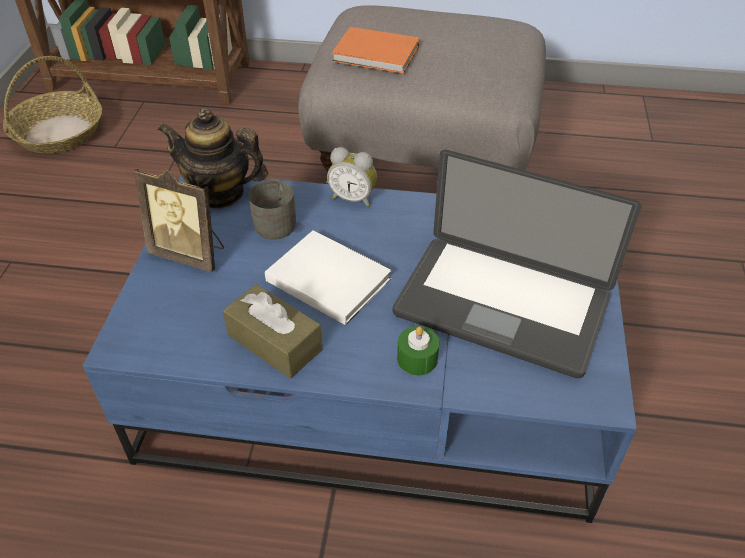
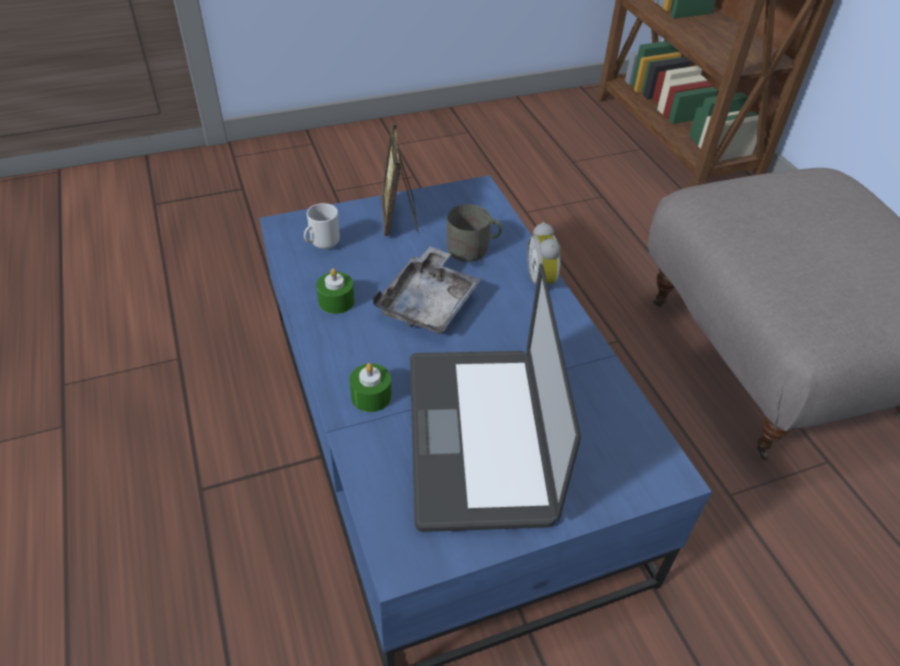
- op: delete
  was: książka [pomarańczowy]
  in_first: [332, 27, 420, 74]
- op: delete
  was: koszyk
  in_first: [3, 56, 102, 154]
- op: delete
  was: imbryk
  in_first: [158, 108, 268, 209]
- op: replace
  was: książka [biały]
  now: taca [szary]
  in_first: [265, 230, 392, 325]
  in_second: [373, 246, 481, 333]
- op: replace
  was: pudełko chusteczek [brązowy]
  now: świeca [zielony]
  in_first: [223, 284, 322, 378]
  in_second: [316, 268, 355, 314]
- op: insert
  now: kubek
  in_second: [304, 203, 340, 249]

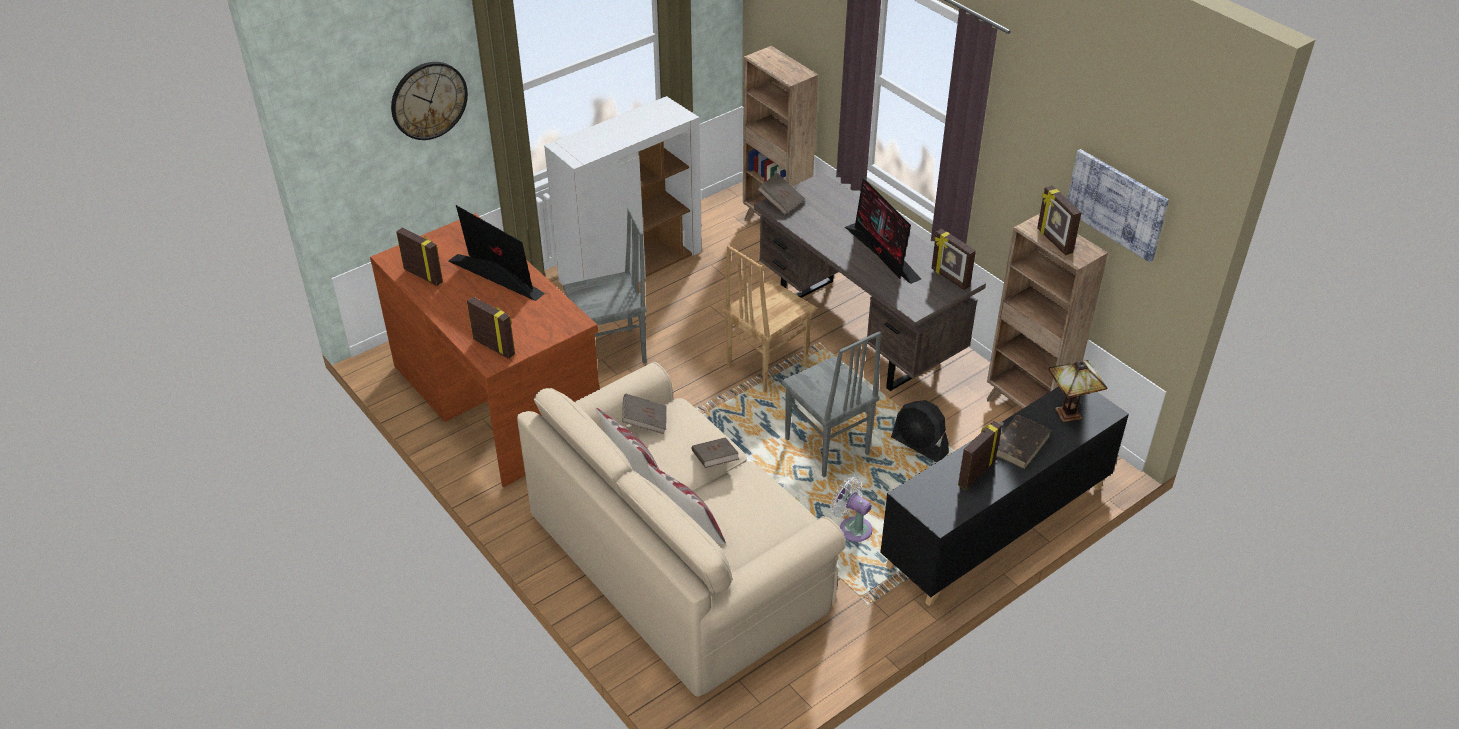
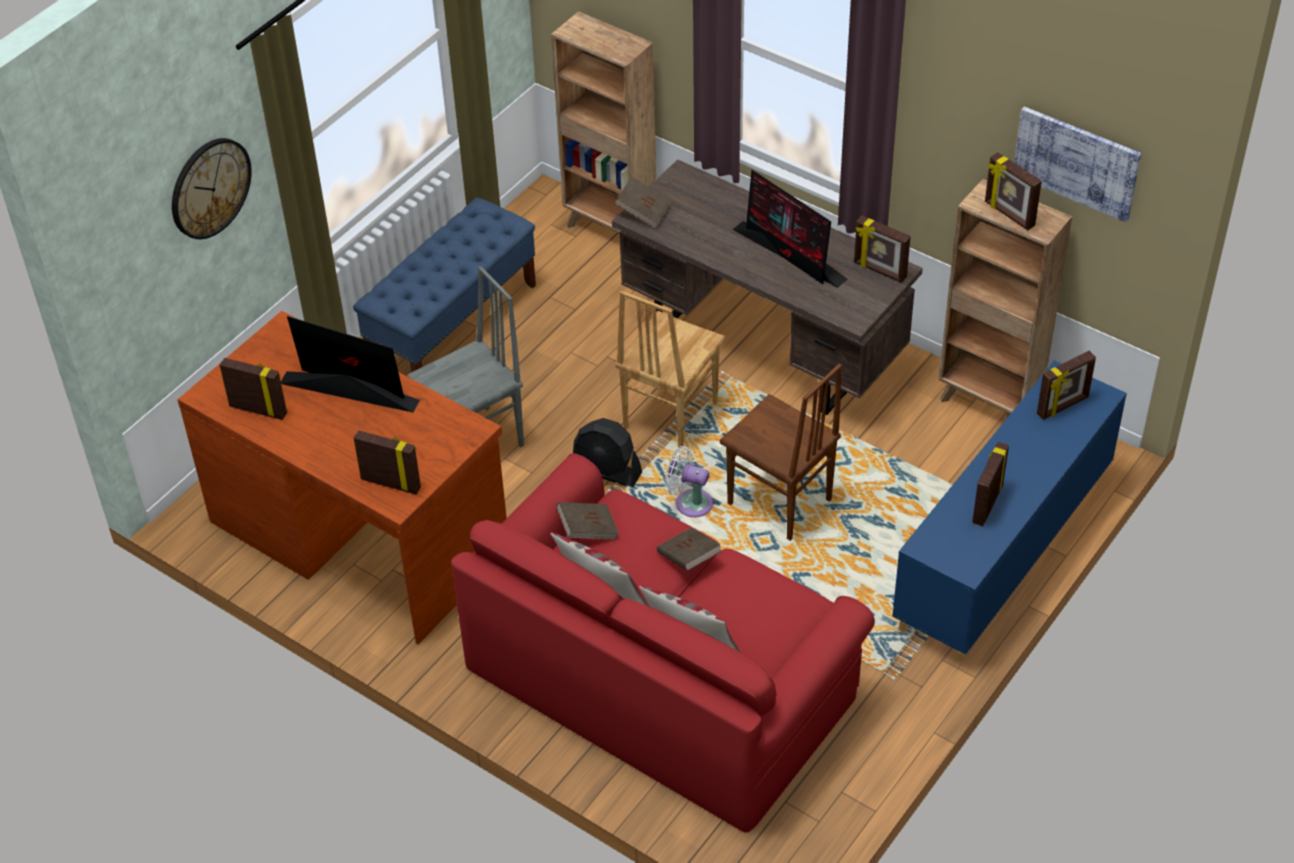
- op: replace
  was: szafka [biały]
  now: ławka [niebieski]
  in_first: [544, 96, 702, 285]
  in_second: [353, 197, 536, 373]
- op: recolor
  was: krzesło [szary]
  now: krzesło [brązowy]
  in_first: [781, 331, 881, 477]
  in_second: [720, 364, 842, 541]
- op: replace
  was: lampa stołowa
  now: ramka na zdjęcie
  in_first: [1048, 360, 1108, 423]
  in_second: [1037, 351, 1096, 420]
- op: recolor
  was: kanapa [beżowy]
  now: kanapa [czerwony]
  in_first: [517, 362, 846, 697]
  in_second: [451, 453, 875, 833]
- op: recolor
  was: szafka [czarny]
  now: szafka [niebieski]
  in_first: [880, 386, 1129, 606]
  in_second: [892, 360, 1127, 664]
- op: move
  was: wentylator [czarny]
  in_first: [891, 400, 949, 462]
  in_second: [573, 418, 642, 487]
- op: delete
  was: książka [brązowy]
  in_first: [996, 415, 1051, 469]
- op: move
  was: wentylator [biały]
  in_first: [831, 477, 872, 542]
  in_second: [664, 446, 713, 517]

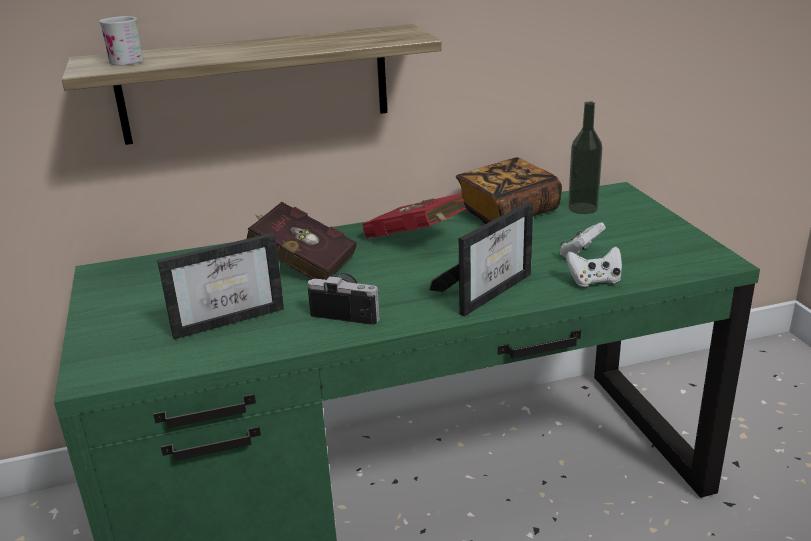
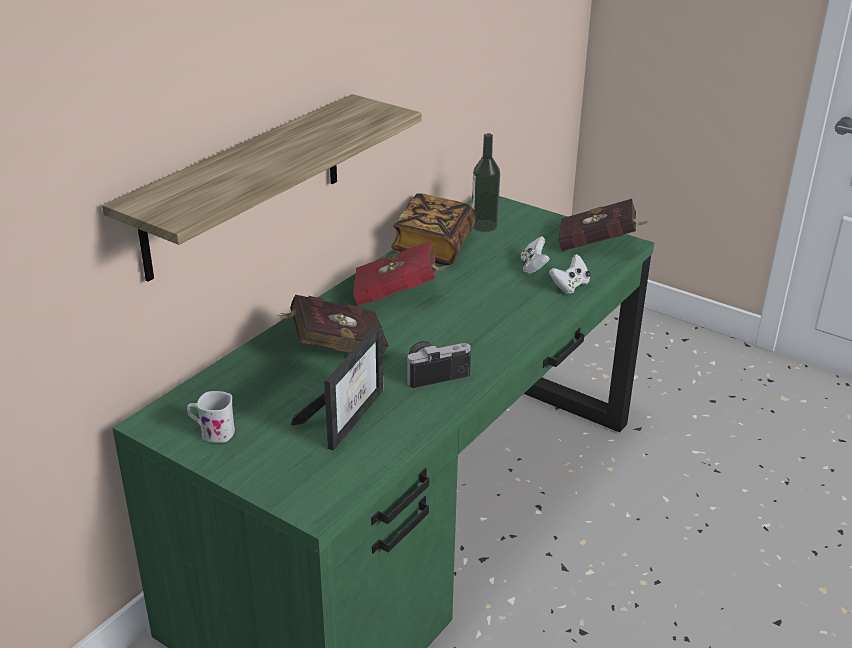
- op: move
  was: kubek [biały]
  in_first: [99, 16, 144, 66]
  in_second: [187, 391, 235, 443]
- op: delete
  was: ramka na zdjęcie
  in_first: [429, 202, 533, 316]
- op: insert
  now: książka [czerwony]
  in_second: [558, 199, 649, 251]

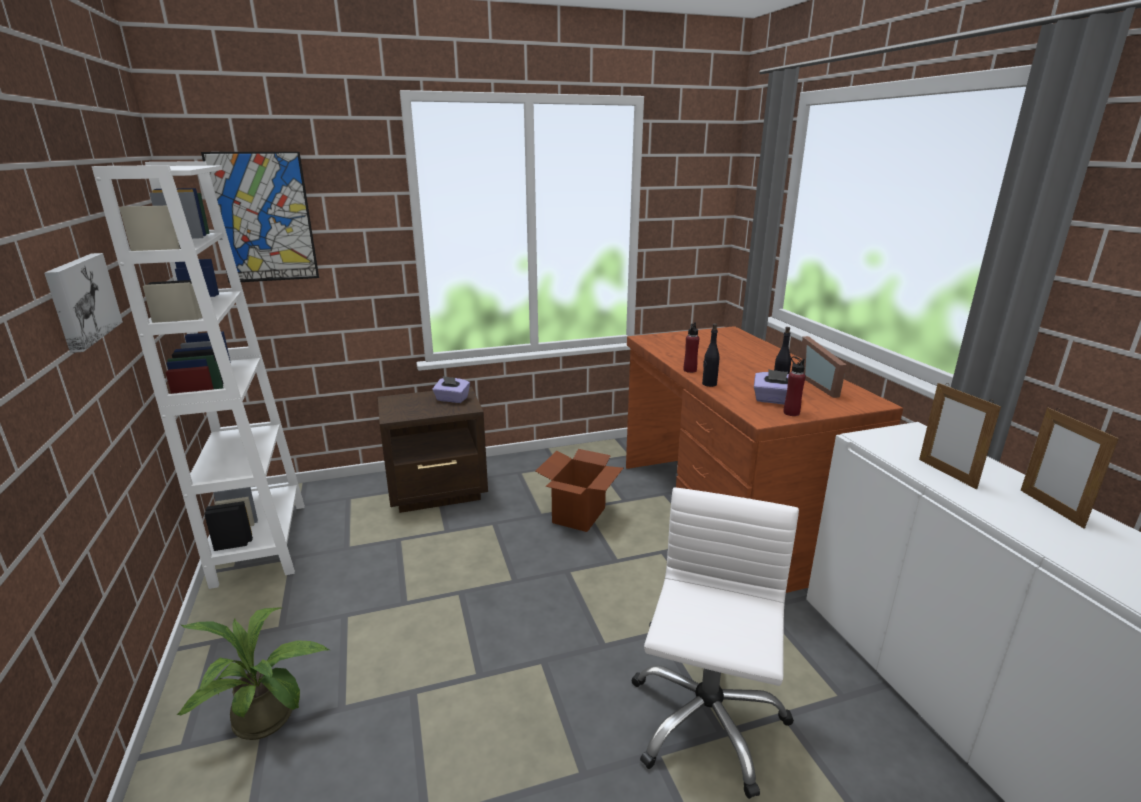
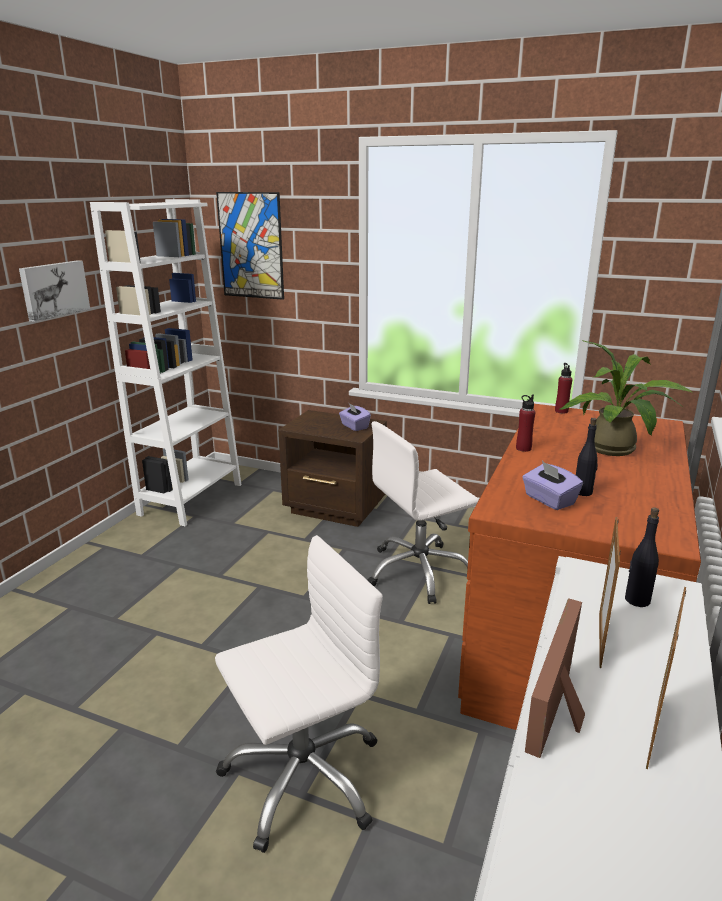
- op: move
  was: butelka [czarny]
  in_first: [702, 324, 720, 387]
  in_second: [625, 507, 659, 607]
- op: move
  was: ramka na zdjęcie
  in_first: [802, 336, 847, 398]
  in_second: [525, 598, 585, 758]
- op: move
  was: butelka [czerwony]
  in_first: [783, 356, 806, 416]
  in_second: [555, 363, 573, 414]
- op: replace
  was: karton
  now: krzesło biurowe [biały]
  in_first: [535, 449, 623, 532]
  in_second: [368, 421, 479, 604]
- op: move
  was: roślina doniczkowa
  in_first: [177, 608, 330, 740]
  in_second: [560, 340, 693, 456]

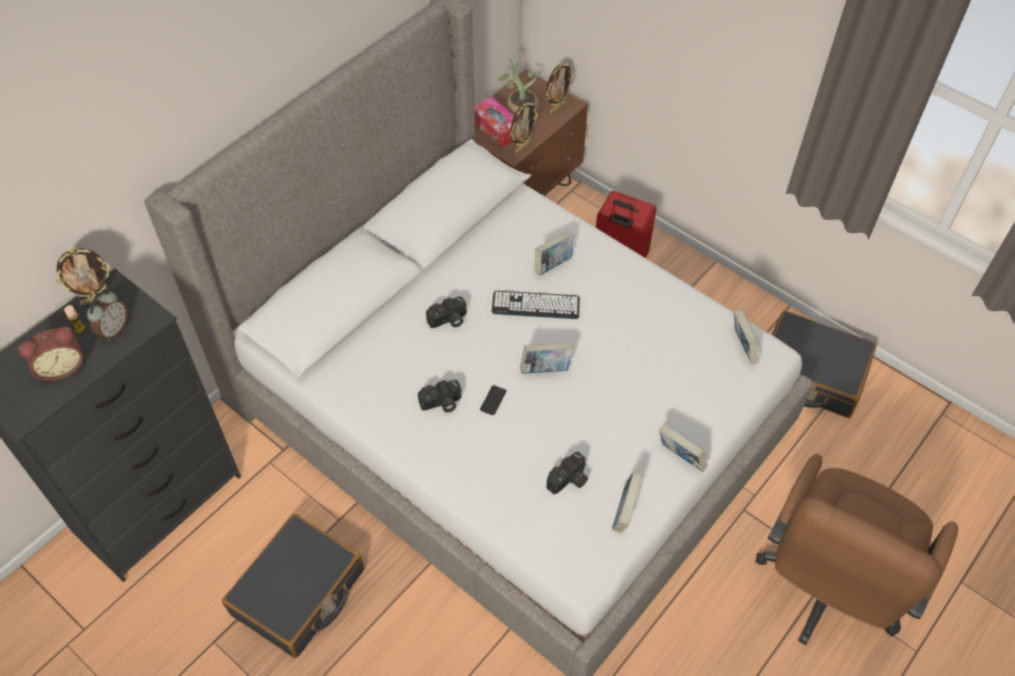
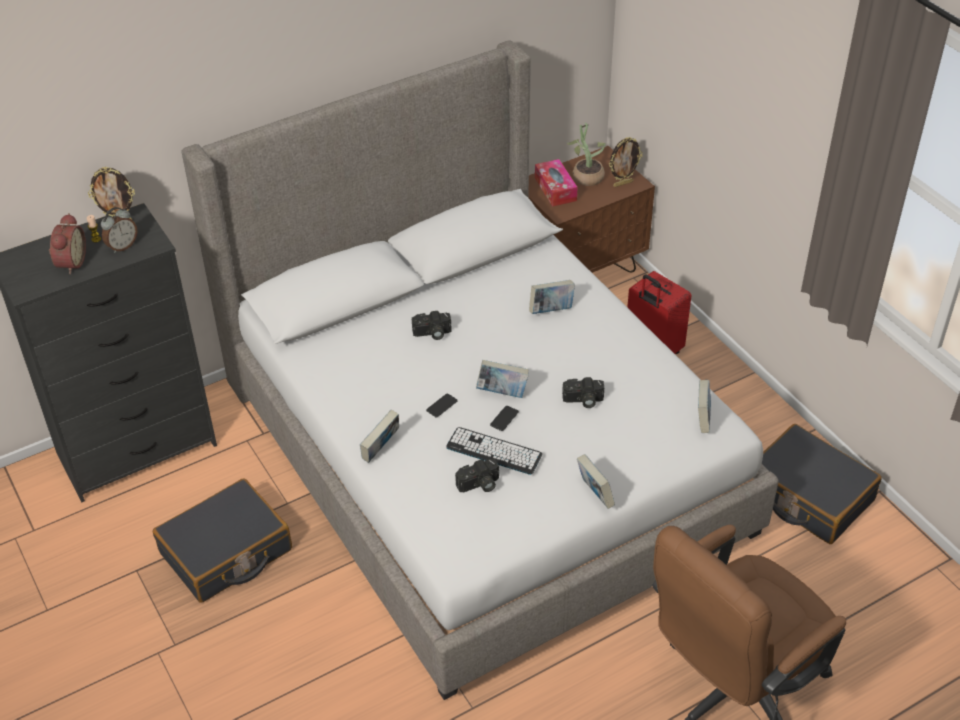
- op: delete
  was: ramka na zdjęcie
  in_first: [510, 102, 538, 153]
- op: move
  was: klawiatura
  in_first: [492, 291, 580, 319]
  in_second: [446, 427, 542, 475]
- op: rotate
  was: budzik
  in_first: [18, 326, 83, 381]
  in_second: [49, 213, 86, 274]
  clockwise: -75
- op: move
  was: aparat fotograficzny
  in_first: [418, 380, 462, 412]
  in_second: [562, 377, 604, 408]
- op: move
  was: książka
  in_first: [612, 473, 643, 533]
  in_second: [360, 410, 399, 463]
- op: insert
  now: telefon
  in_second: [490, 406, 519, 431]

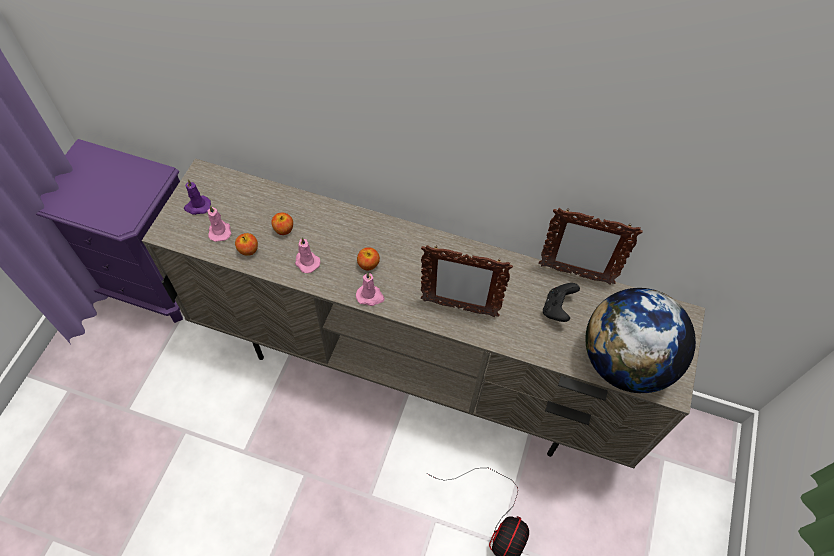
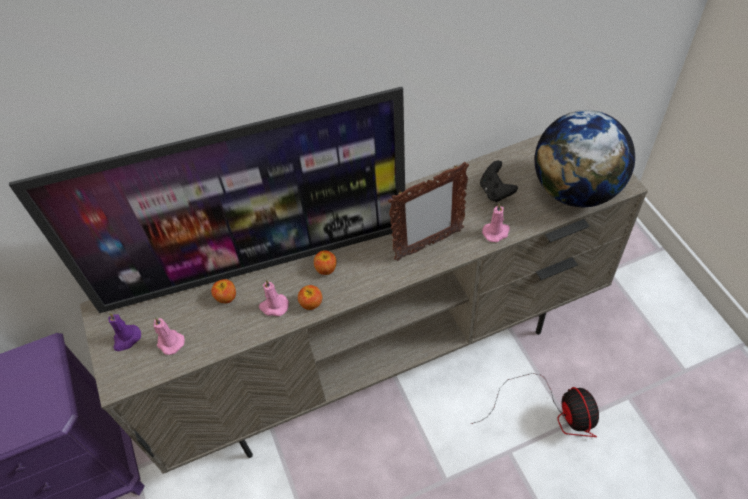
- op: delete
  was: ramka na zdjęcie
  in_first: [539, 208, 643, 285]
- op: move
  was: jabłko
  in_first: [235, 233, 258, 256]
  in_second: [298, 285, 322, 310]
- op: move
  was: świeca [różowy]
  in_first: [356, 272, 385, 306]
  in_second: [482, 203, 510, 242]
- op: insert
  now: telewizor
  in_second: [9, 87, 405, 313]

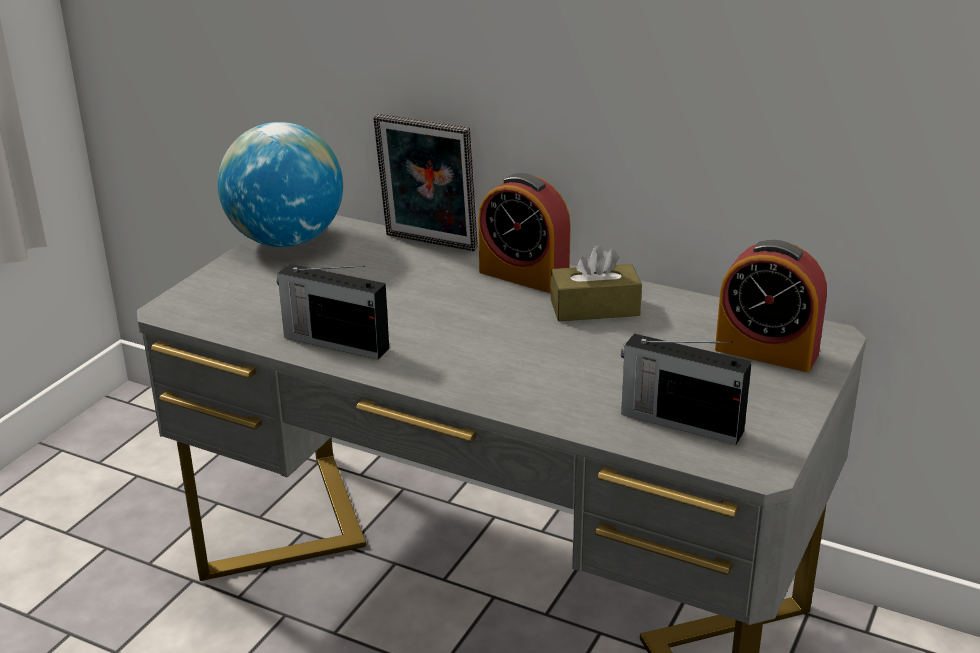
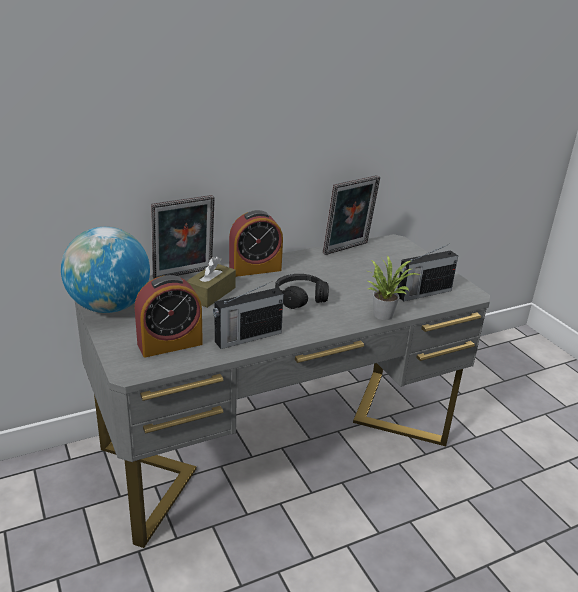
- op: move
  was: budzik
  in_first: [715, 240, 827, 372]
  in_second: [135, 275, 203, 357]
- op: move
  was: pudełko chusteczek [brązowy]
  in_first: [550, 245, 642, 321]
  in_second: [187, 257, 236, 308]
- op: insert
  now: ramka na zdjęcie
  in_second: [323, 175, 380, 255]
- op: insert
  now: roślina doniczkowa
  in_second: [368, 255, 420, 320]
- op: insert
  now: słuchawki [czarny]
  in_second: [275, 274, 329, 309]

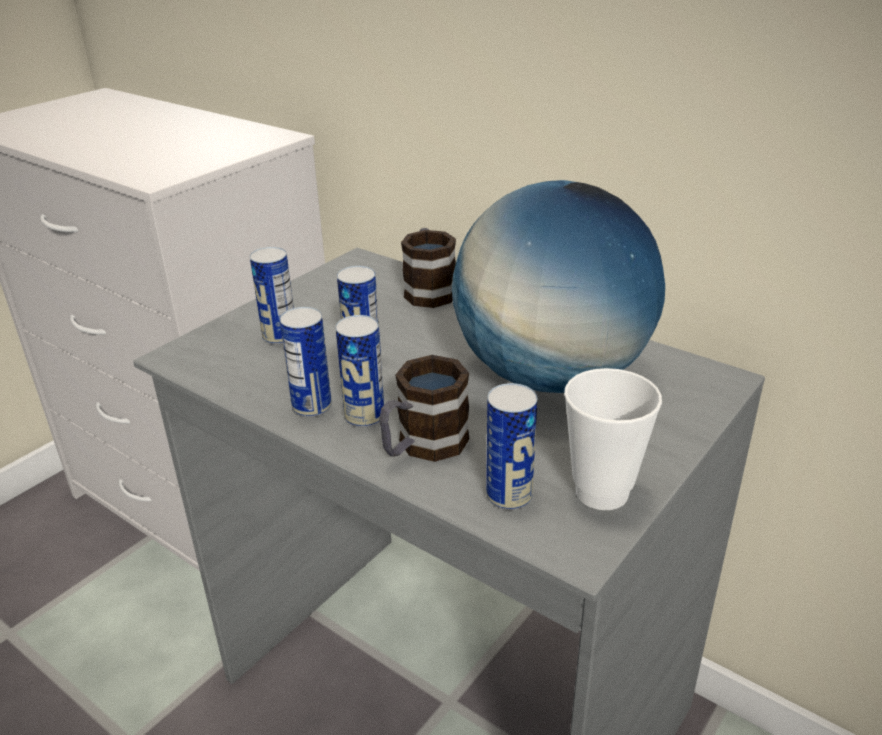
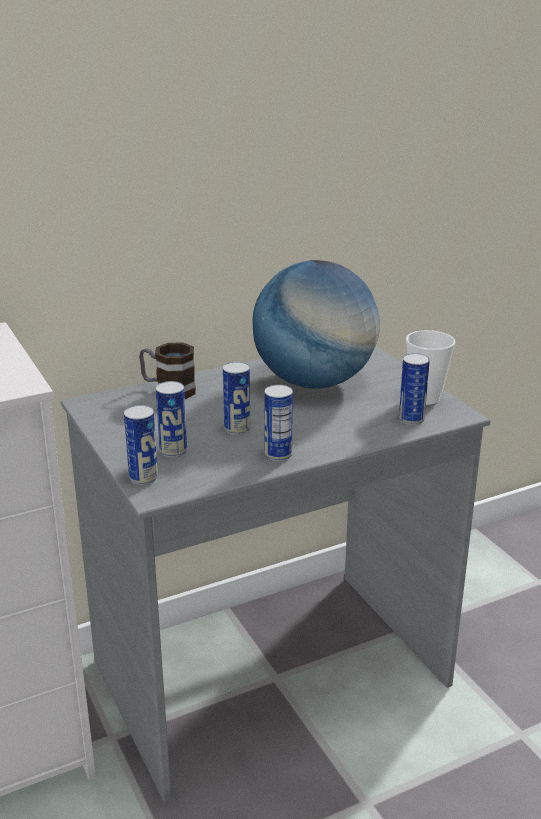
- op: move
  was: puszka
  in_first: [335, 315, 384, 428]
  in_second: [124, 405, 158, 485]
- op: delete
  was: kubek
  in_first: [379, 355, 470, 462]

